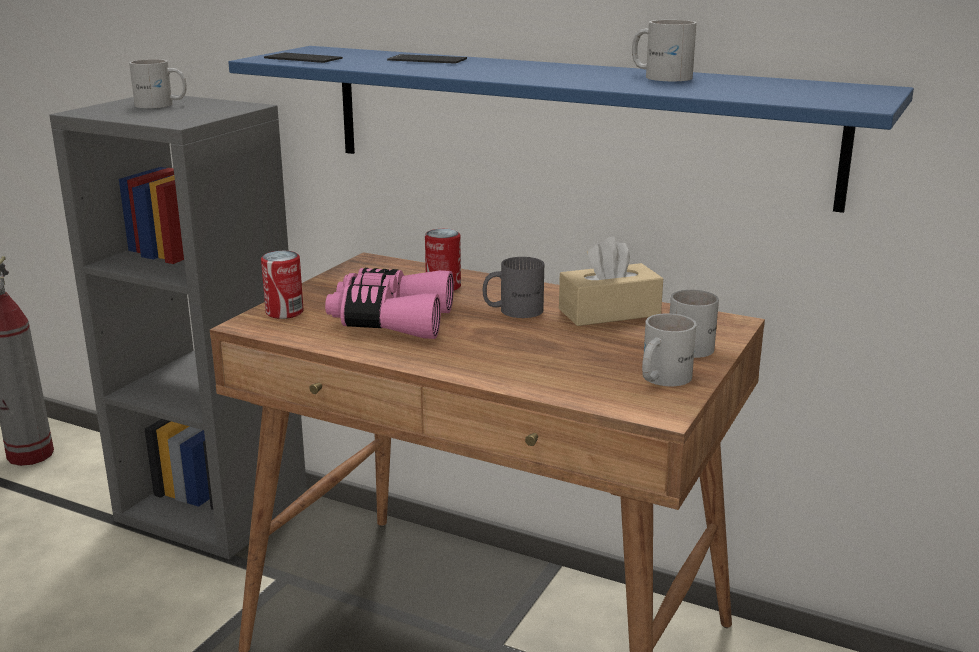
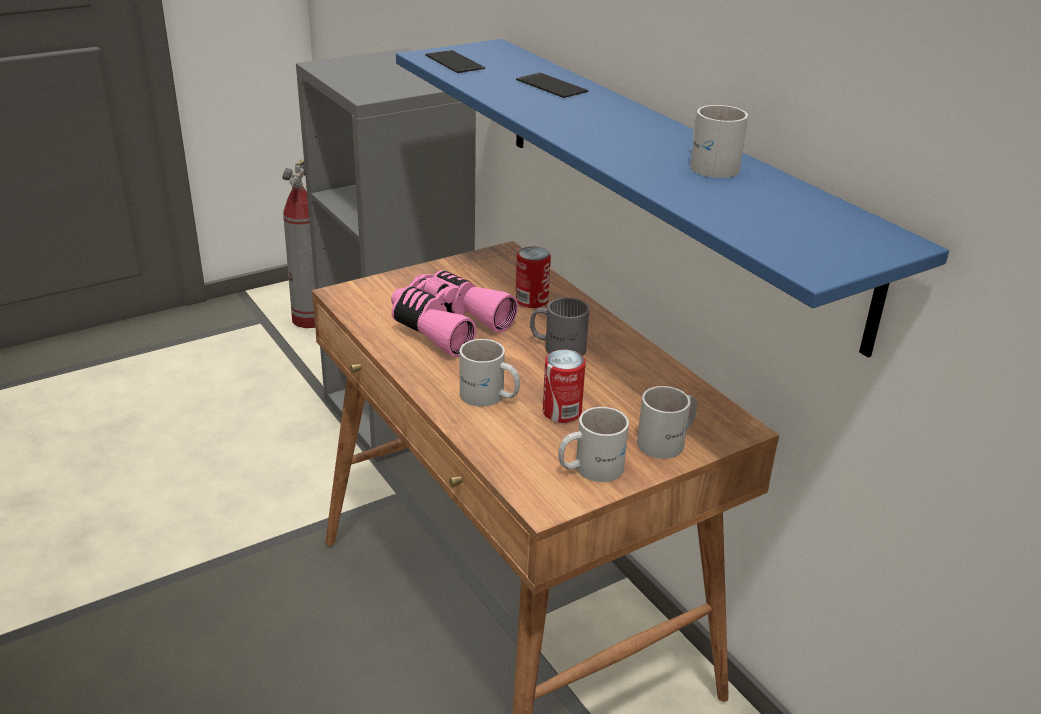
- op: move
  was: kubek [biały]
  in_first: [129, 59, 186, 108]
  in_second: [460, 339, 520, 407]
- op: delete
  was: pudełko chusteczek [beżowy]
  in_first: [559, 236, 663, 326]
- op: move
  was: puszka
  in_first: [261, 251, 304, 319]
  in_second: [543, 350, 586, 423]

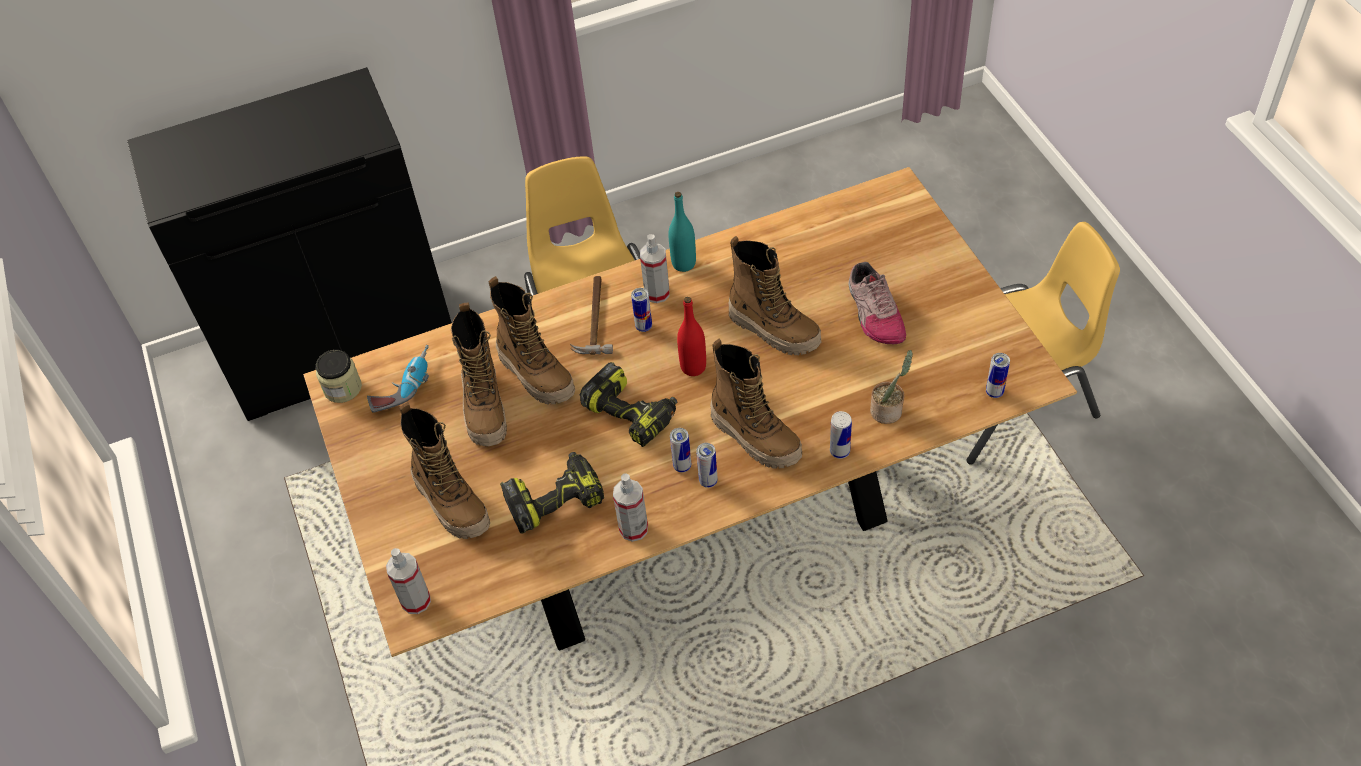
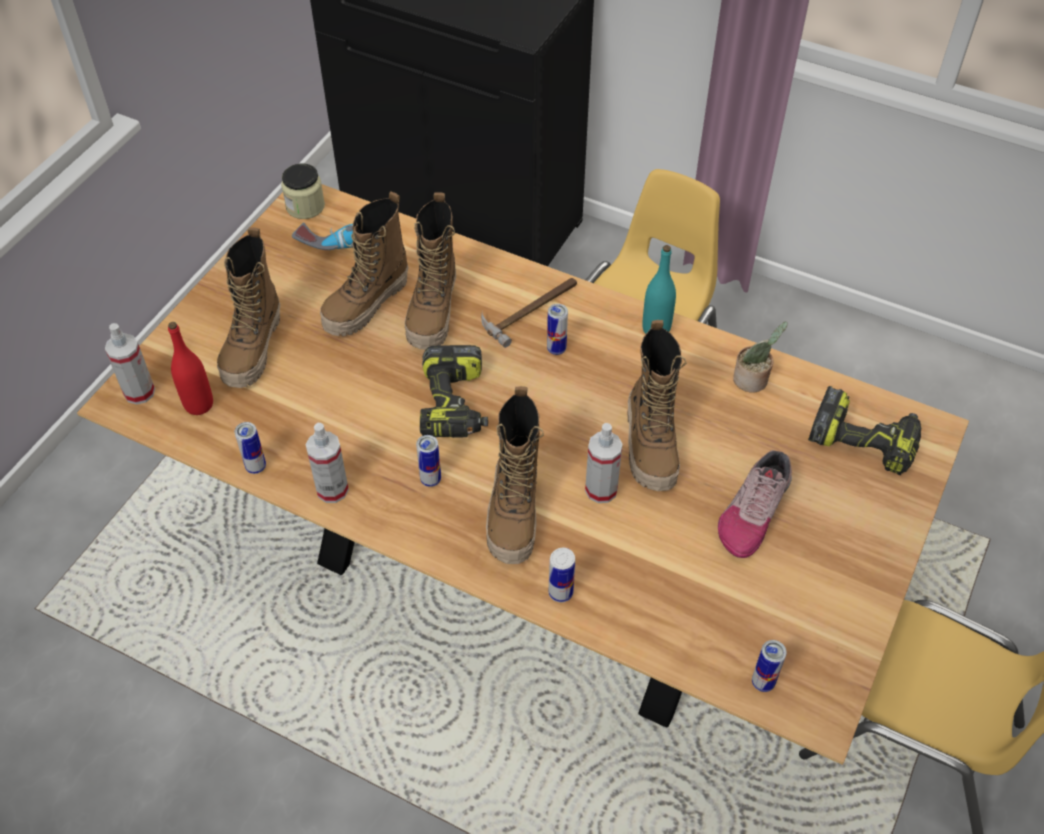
- op: move
  was: spryskiwacz
  in_first: [640, 234, 670, 303]
  in_second: [585, 423, 623, 503]
- op: move
  was: butelka [czerwony]
  in_first: [677, 297, 706, 376]
  in_second: [168, 322, 213, 415]
- op: move
  was: roślina doniczkowa
  in_first: [870, 350, 913, 424]
  in_second: [733, 321, 787, 393]
- op: move
  was: puszka
  in_first: [696, 443, 718, 488]
  in_second: [234, 422, 266, 474]
- op: move
  was: wiertarka
  in_first: [500, 452, 604, 533]
  in_second: [808, 386, 921, 475]

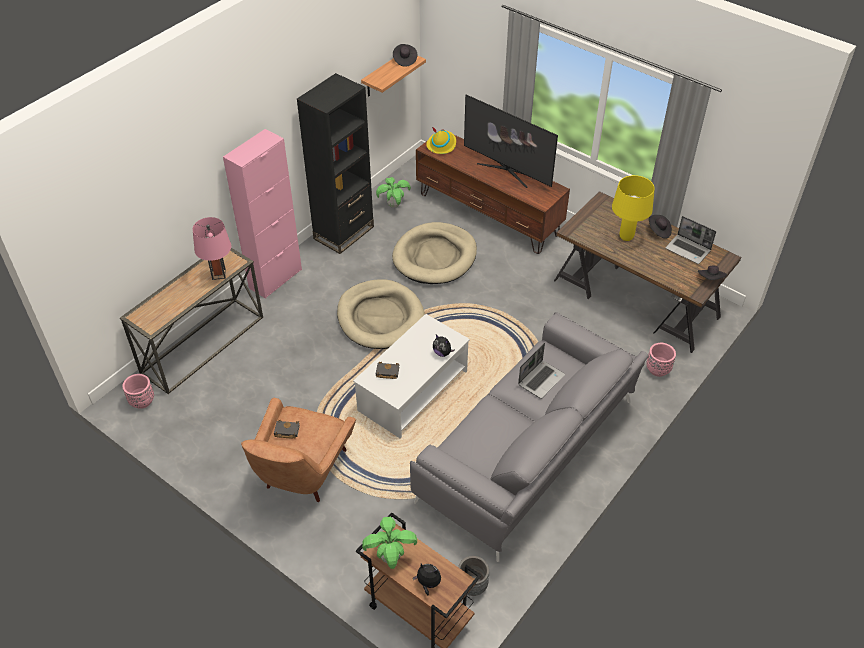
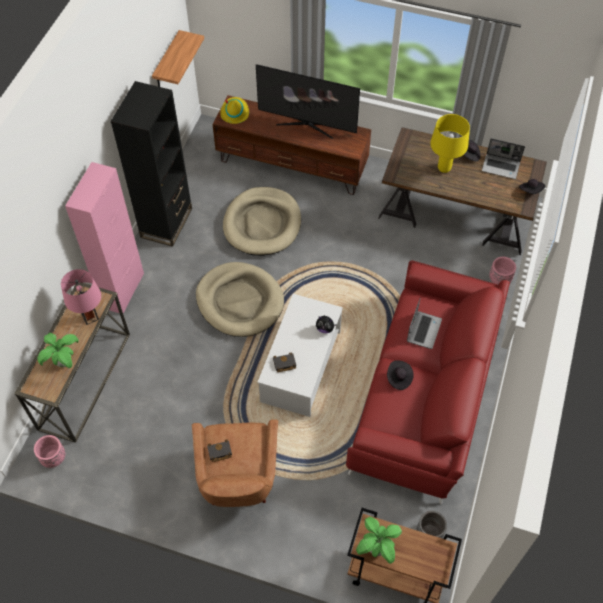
- op: move
  was: kapelusz [czarny]
  in_first: [393, 44, 417, 67]
  in_second: [387, 361, 414, 390]
- op: move
  was: roślina doniczkowa
  in_first: [376, 177, 411, 208]
  in_second: [37, 333, 79, 368]
- op: recolor
  was: kanapa [szary]
  now: kanapa [czerwony]
  in_first: [410, 312, 649, 562]
  in_second: [346, 260, 510, 505]
- op: delete
  was: pluszak
  in_first: [413, 564, 441, 595]

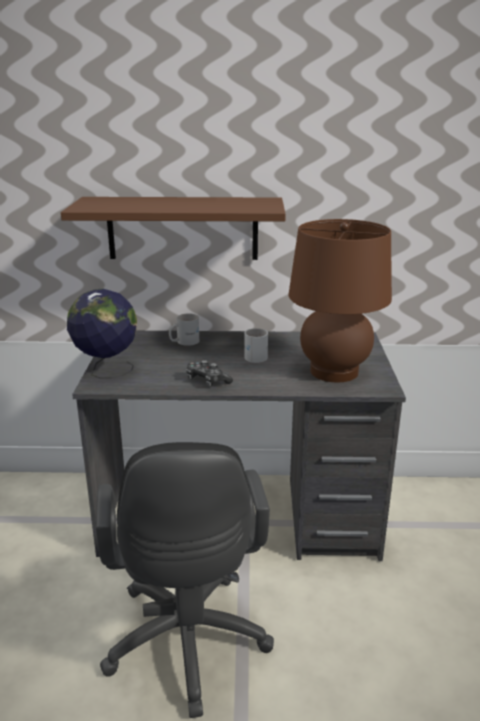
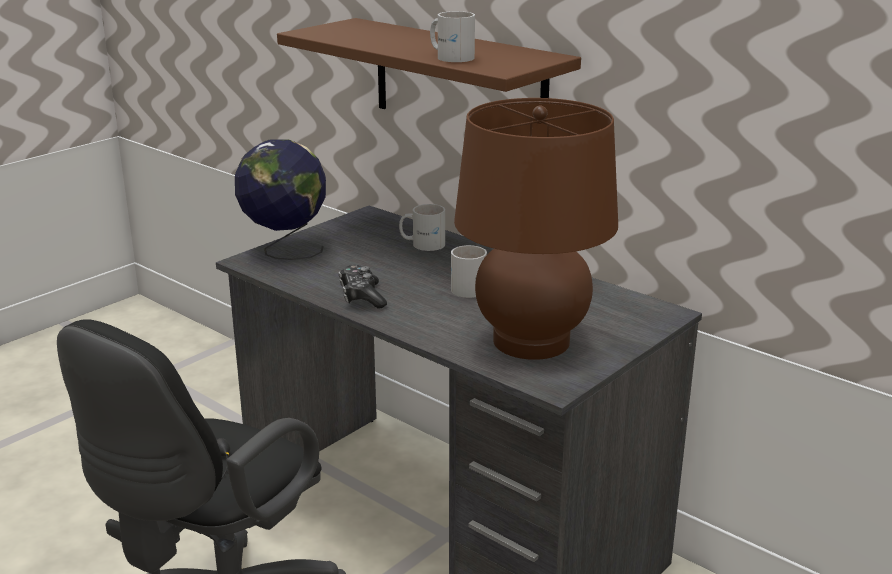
- op: insert
  now: kubek [biały]
  in_second: [430, 11, 475, 62]

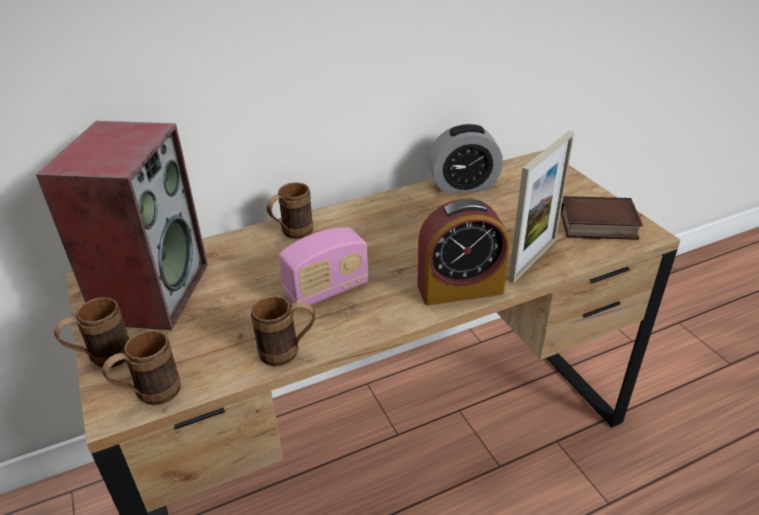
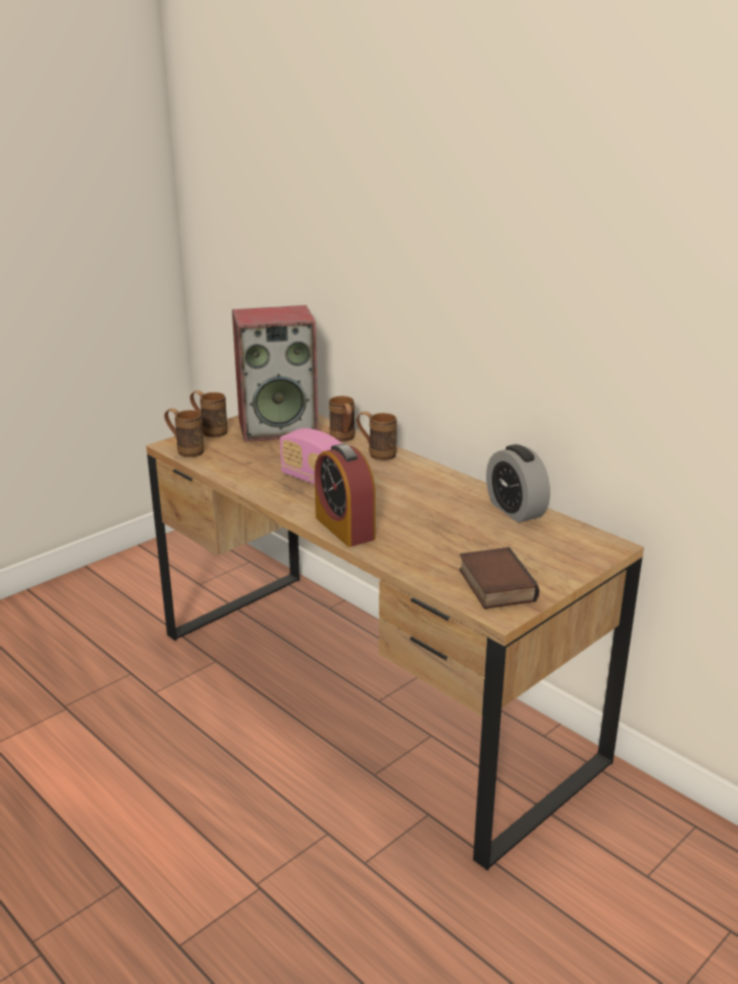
- op: delete
  was: ramka na zdjęcie
  in_first: [508, 131, 575, 283]
- op: move
  was: kubek [brązowy]
  in_first: [251, 295, 315, 366]
  in_second: [329, 396, 355, 442]

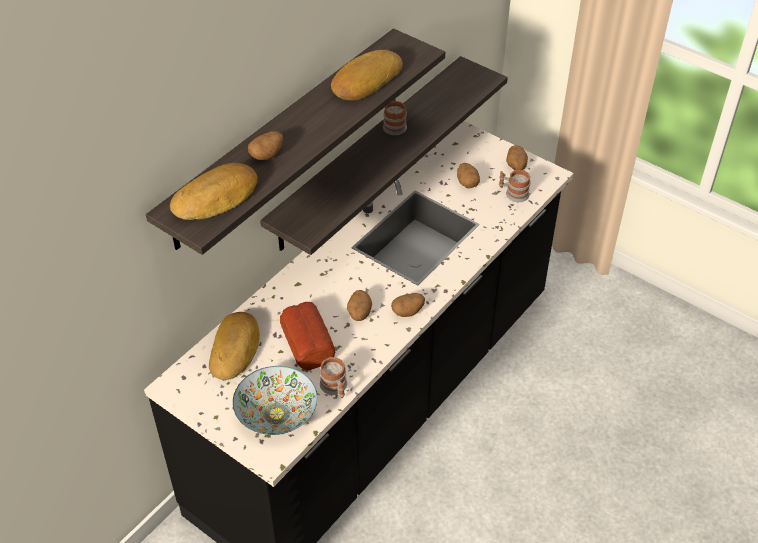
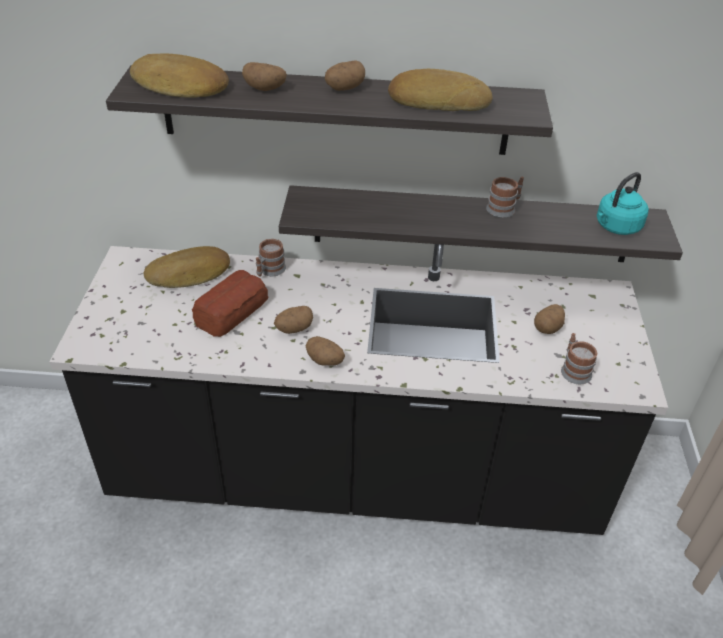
- op: move
  was: ziemniak
  in_first: [506, 145, 528, 170]
  in_second: [325, 60, 365, 91]
- op: move
  was: kubek
  in_first: [320, 357, 347, 398]
  in_second: [256, 239, 286, 277]
- op: delete
  was: miska
  in_first: [233, 366, 317, 435]
- op: insert
  now: czajnik [turkusowy]
  in_second: [597, 172, 649, 235]

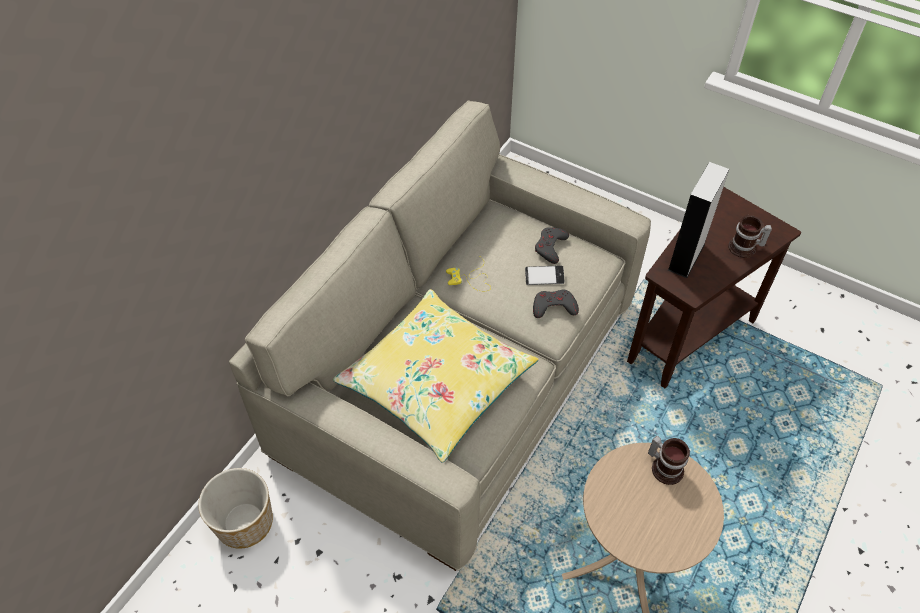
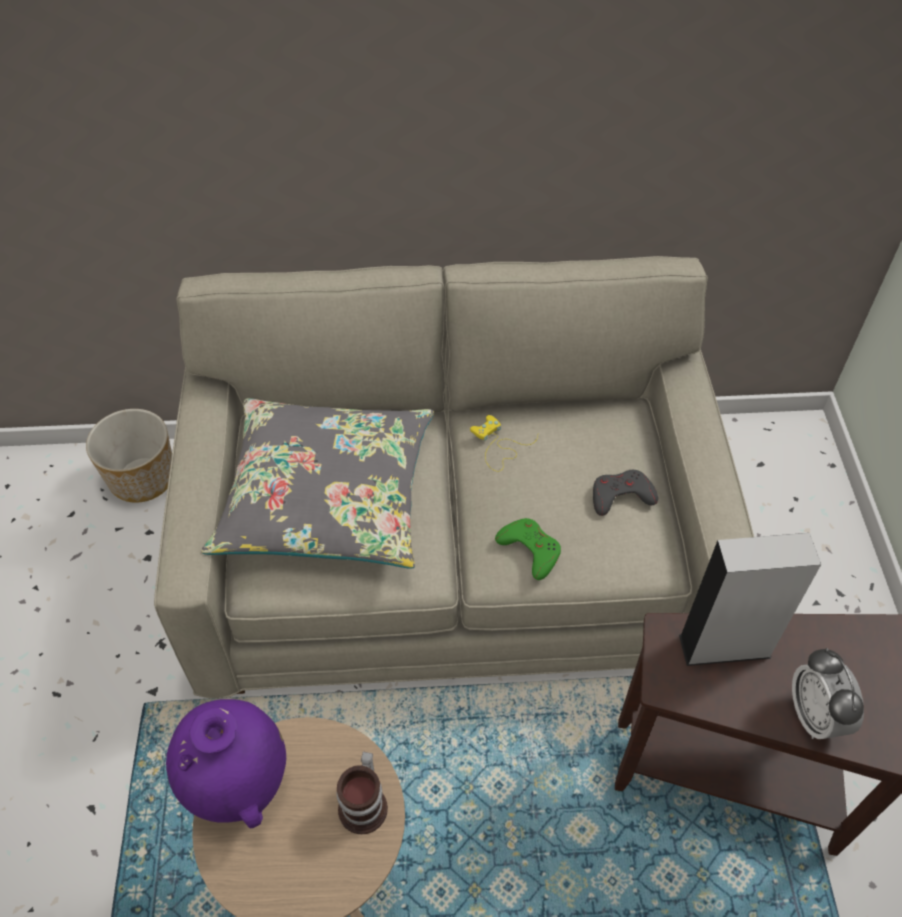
- op: replace
  was: kubek
  now: budzik
  in_first: [728, 215, 772, 258]
  in_second: [792, 648, 864, 739]
- op: delete
  was: telefon
  in_first: [525, 266, 565, 285]
- op: recolor
  was: poduszka [żółty]
  now: poduszka [szary]
  in_first: [333, 289, 538, 463]
  in_second: [201, 398, 434, 569]
- op: recolor
  was: pad do gier [szary]
  now: pad do gier [zielony]
  in_first: [533, 290, 579, 318]
  in_second: [495, 518, 561, 580]
- op: insert
  now: wazon [fioletowy]
  in_second: [166, 699, 286, 828]

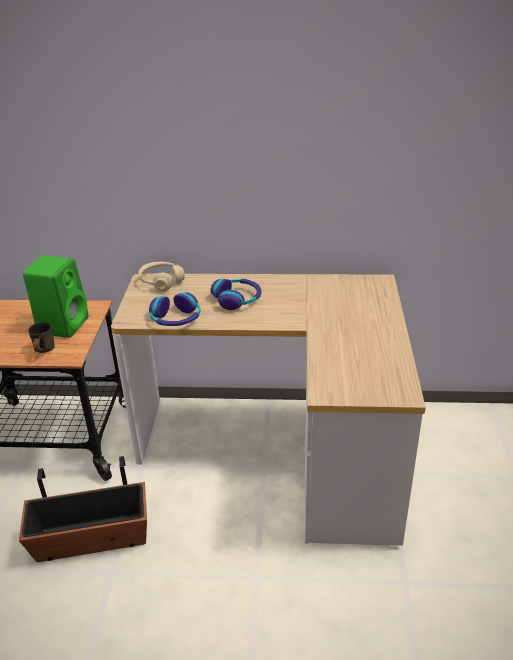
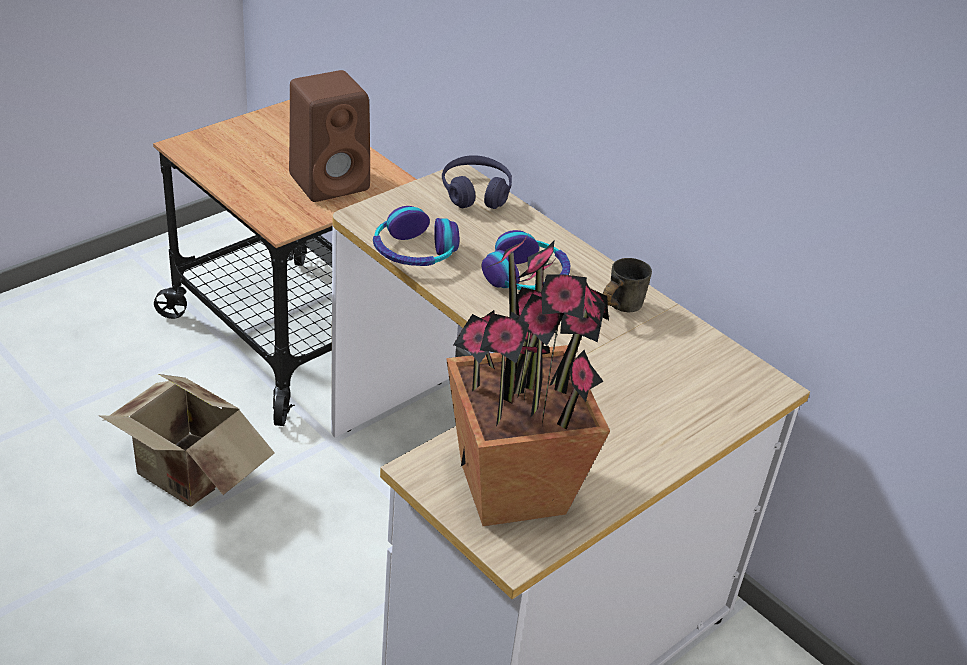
- op: recolor
  was: głośnik [zielony]
  now: głośnik [brązowy]
  in_first: [23, 255, 89, 338]
  in_second: [289, 70, 370, 202]
- op: recolor
  was: słuchawki [beżowy]
  now: słuchawki [fioletowy]
  in_first: [138, 262, 185, 291]
  in_second: [442, 155, 512, 209]
- op: move
  was: kubek [szary]
  in_first: [28, 322, 55, 353]
  in_second: [603, 258, 652, 312]
- op: replace
  was: donica
  now: karton
  in_first: [19, 456, 147, 562]
  in_second: [98, 374, 275, 507]
- op: insert
  now: roślina doniczkowa
  in_second: [446, 236, 610, 526]

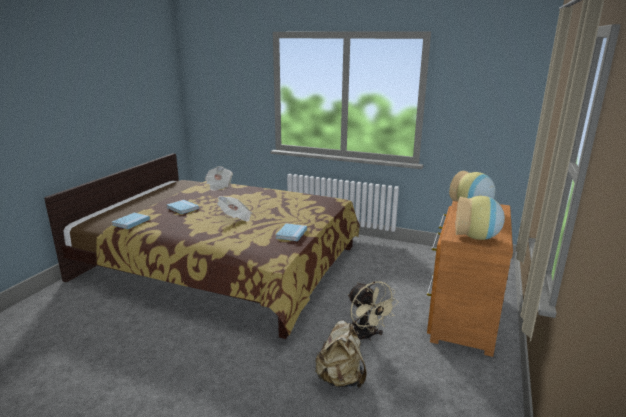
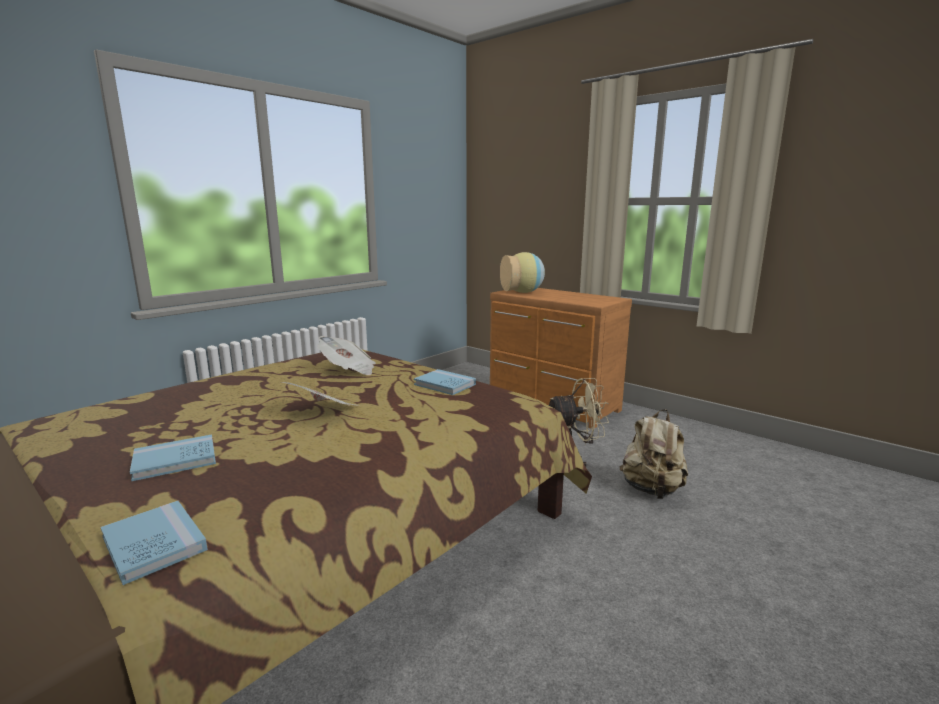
- op: move
  was: gazeta
  in_first: [205, 167, 233, 191]
  in_second: [317, 336, 376, 375]
- op: delete
  was: wazon
  in_first: [455, 196, 505, 240]

